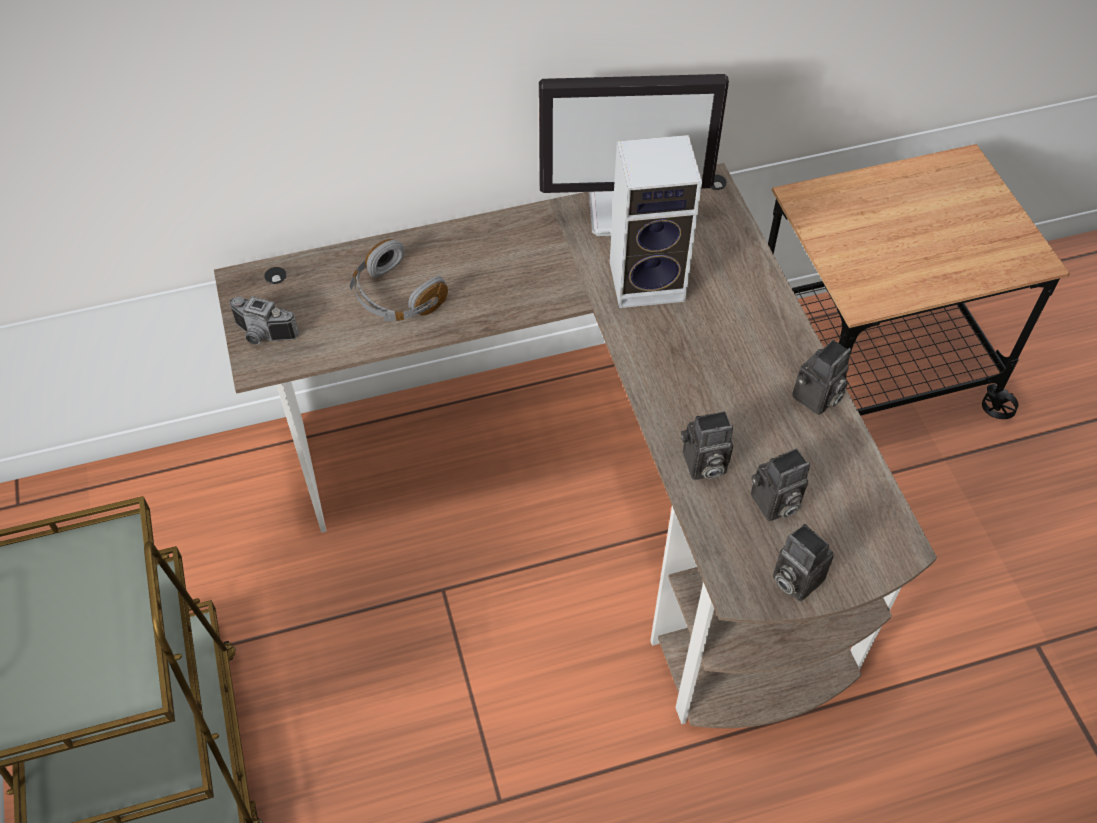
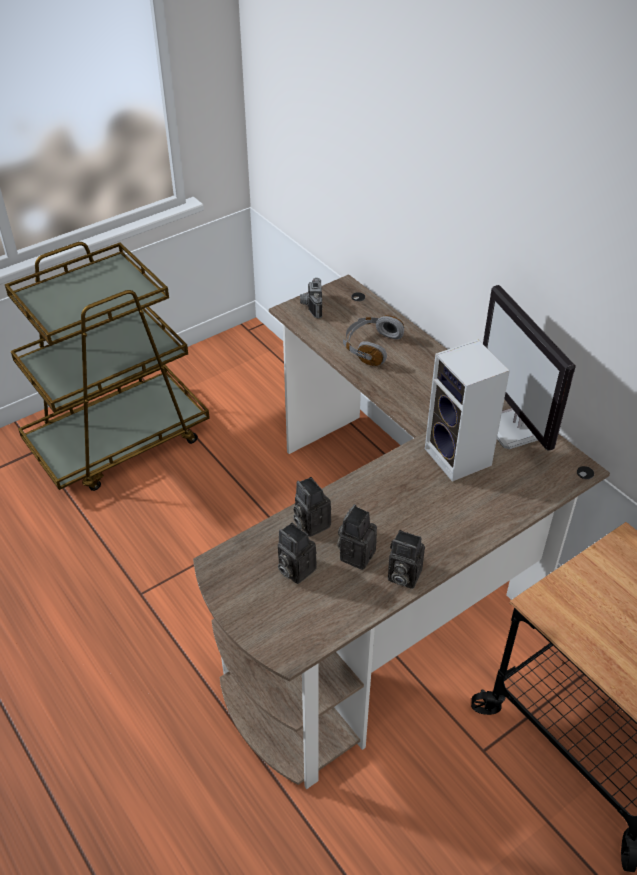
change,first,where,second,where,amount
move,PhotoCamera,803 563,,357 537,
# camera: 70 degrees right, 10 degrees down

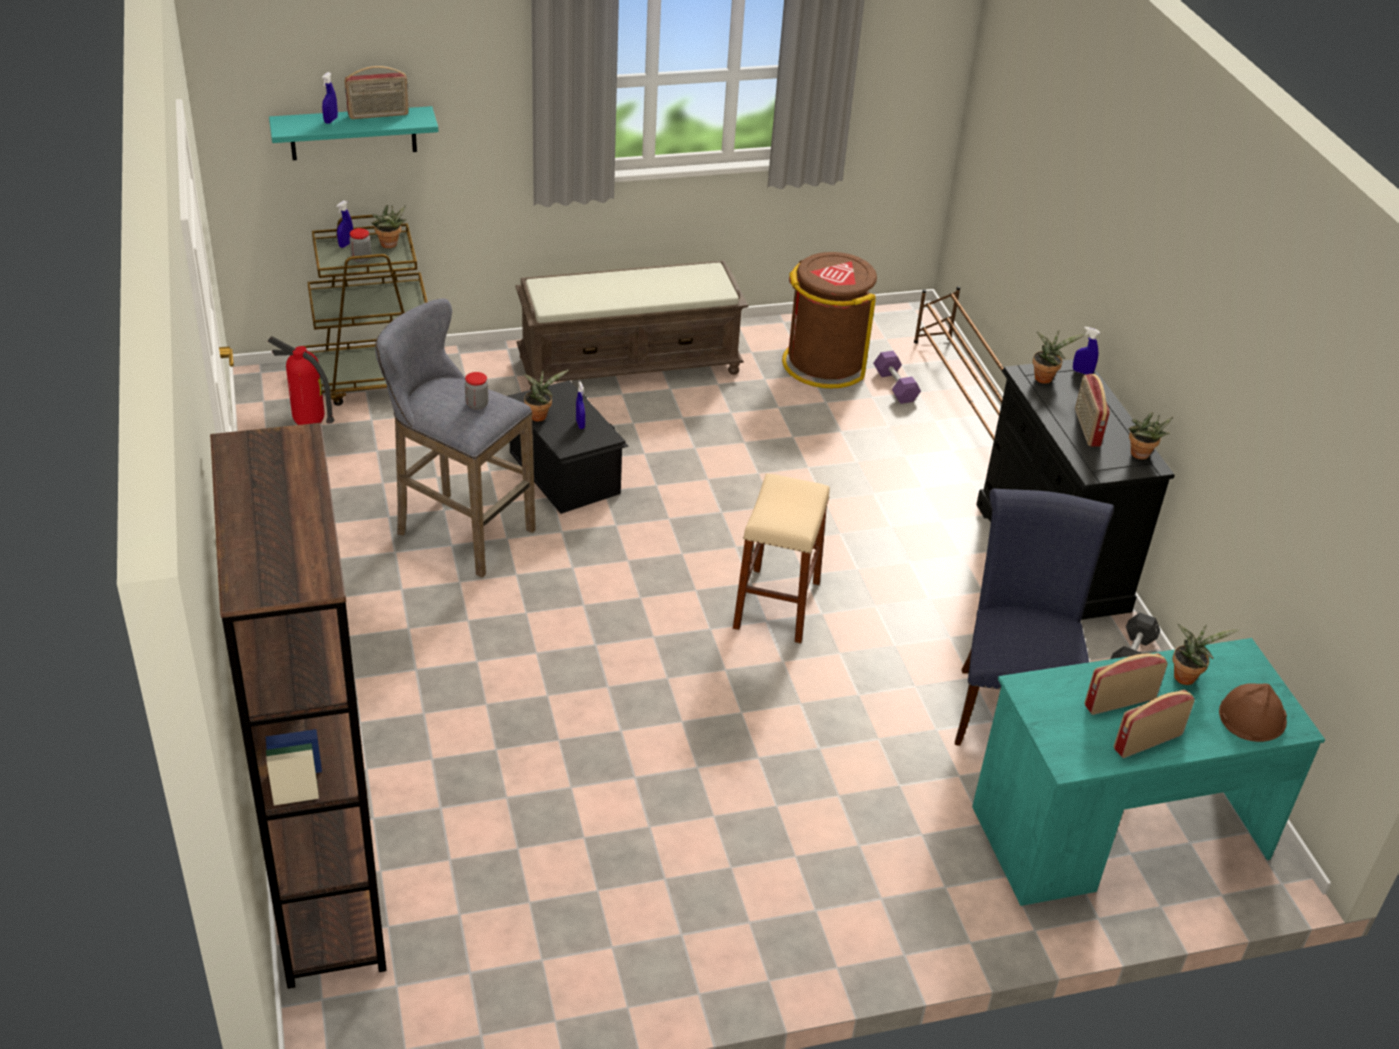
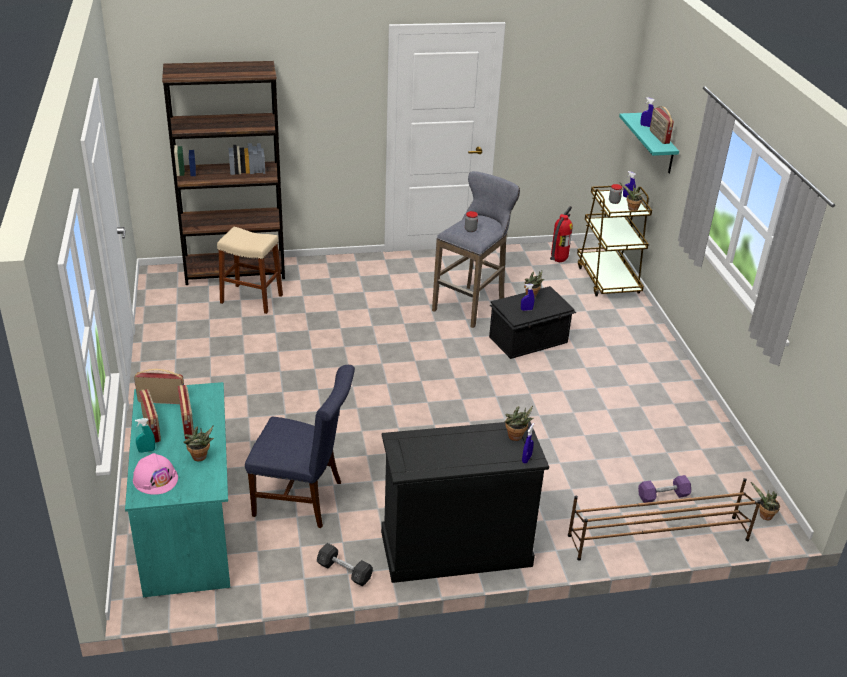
change,first,where,second,where,amount
delete,BrownBench,632 325,,,
move,BeigeStool,781 558,,250 270,
delete,BrownTrashCan,829 320,,,
move,Radio,1092 410,,159 386,
move,PottedPlant,1150 436,,765 501,
recolor,BrownHardHat,1253 712,PinkHardHat,155 474,
insert,,,TurquoiseSprayBottle,145 435,
# camera: 95 degrees right, 5 degrees down

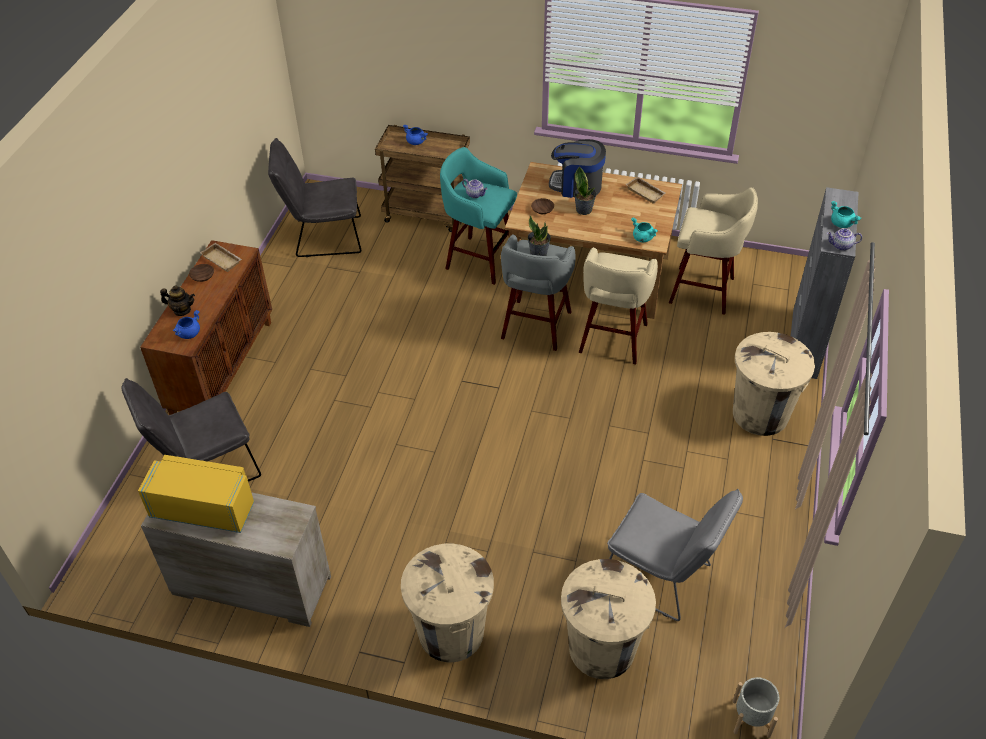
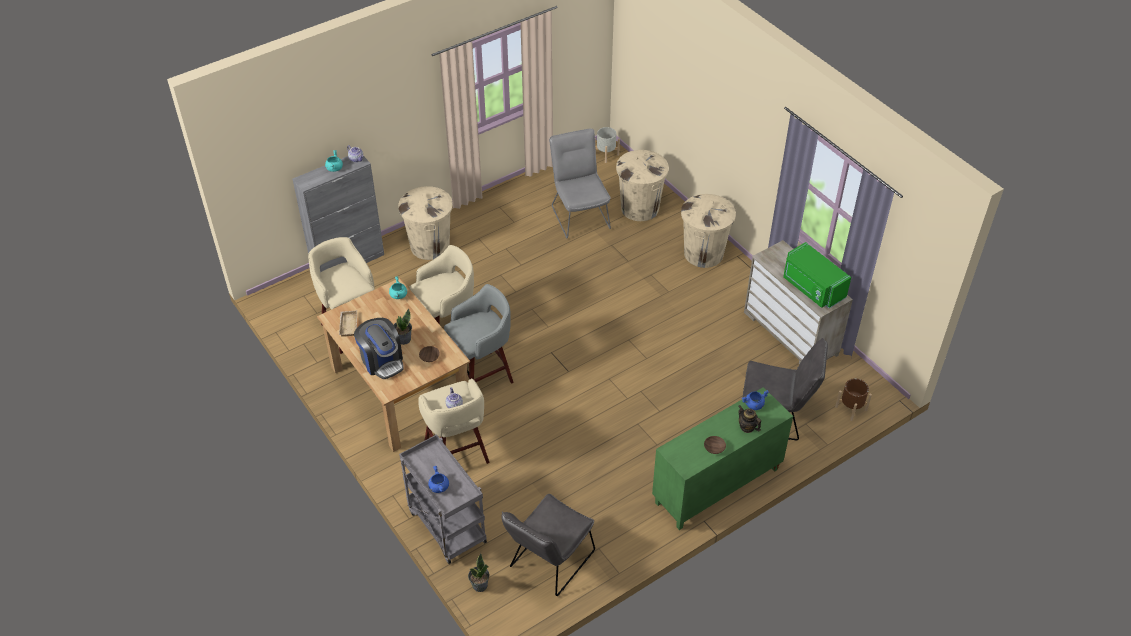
change,first,where,second,where,amount
recolor,YellowMicrowave,196 494,GreenMicrowave,817 275,
recolor,BrownCabinet,206 327,GreenCabinet,722 458,
delete,BeigeTray,221 257,,,
rotate,GreyChair,314 197,,548 545,90 degrees clockwise
recolor,BrownCart,422 178,GreyCart,443 499,
recolor,TurquoiseStool,478 216,BeigeStool,454 421,
move,PottedPlant,539 236,,478 572,
insert,,,BrownPlanter,853 399,
# camera: 140 degrees left, 0 degrees up

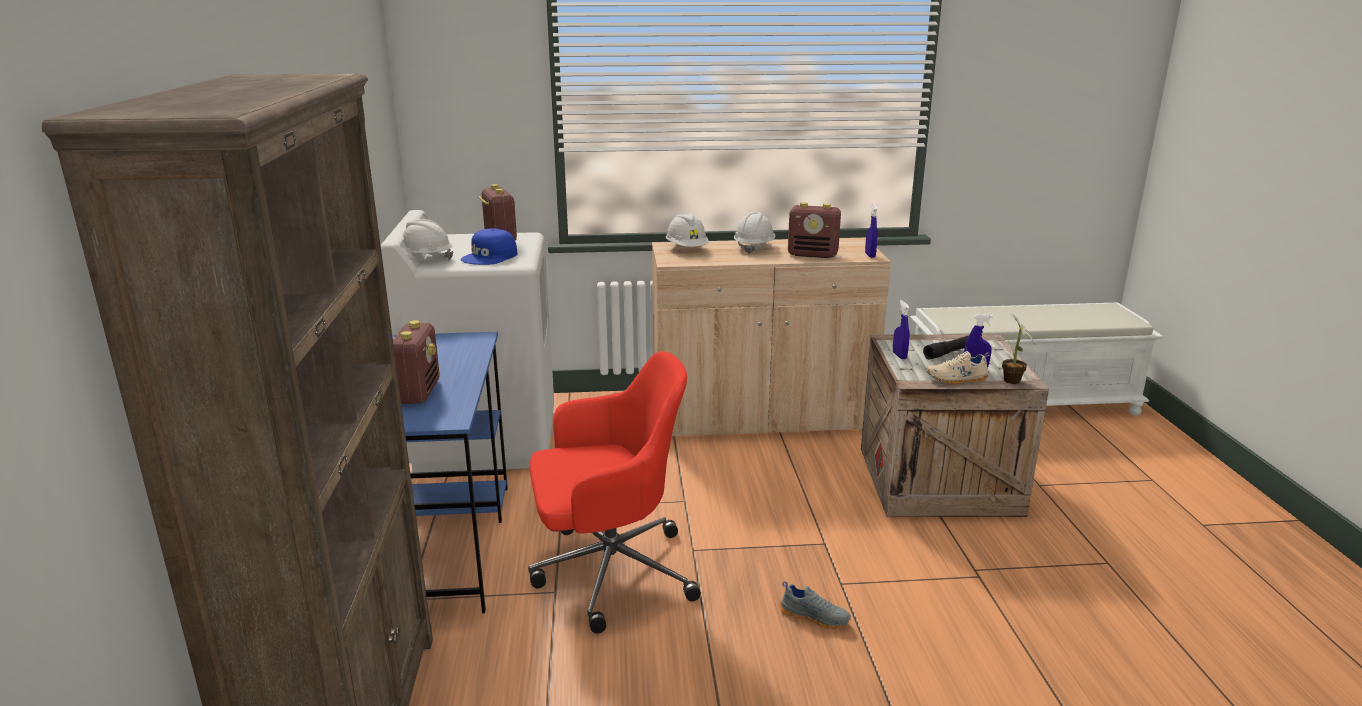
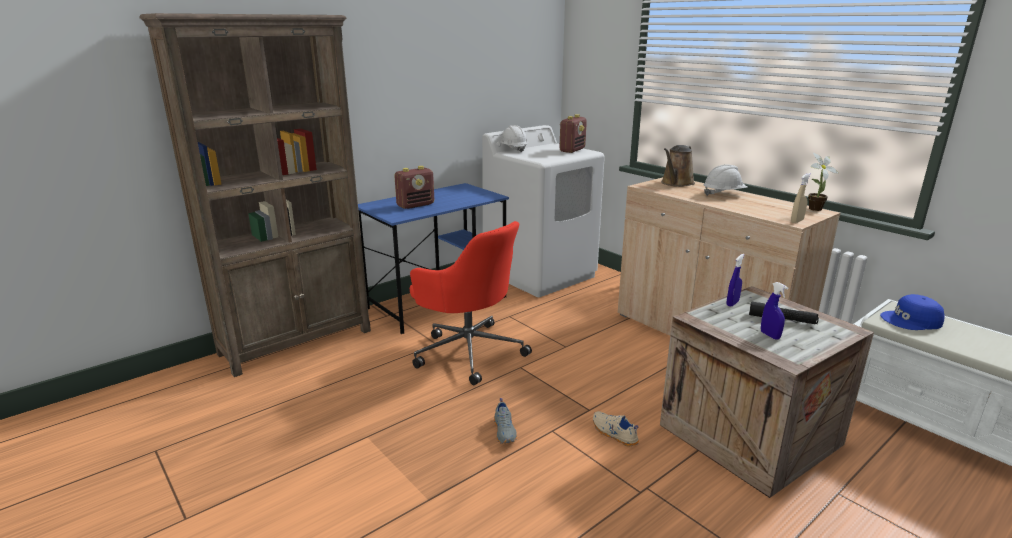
change,first,where,second,where,amount
move,BlueCap,489 246,,912 312,
replace,WhiteHardHat,687 230,BrownWateringCan,678 166,
delete,Radio,814 230,,,
recolor,BlueSprayBottle,871 231,BeigeSprayBottle,801 198,
move,BeigeShoe,958 368,,616 428,
move,PottedPlant,1018 347,,823 182,
# camera: 55 degrees right, 0 degrees up

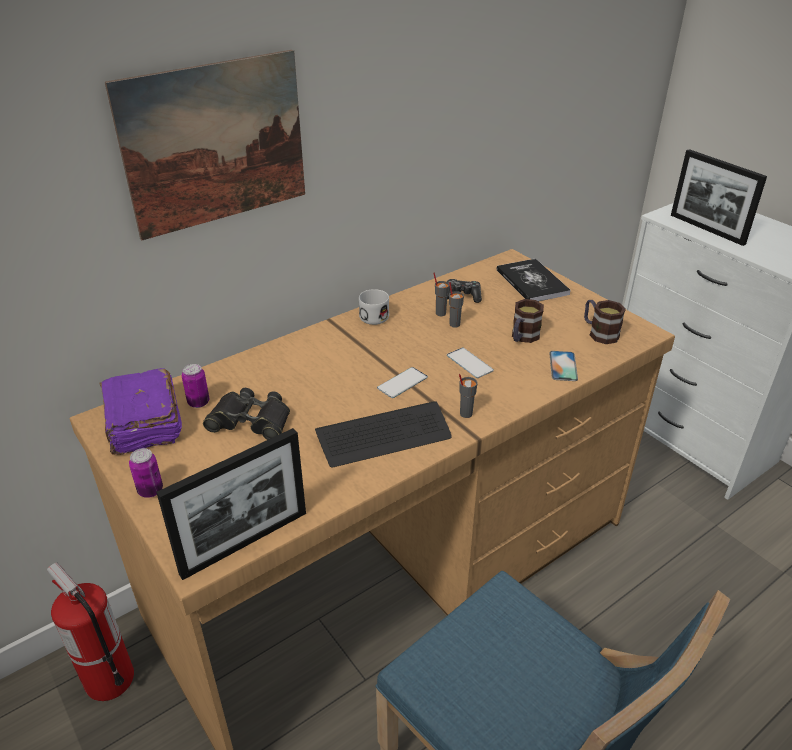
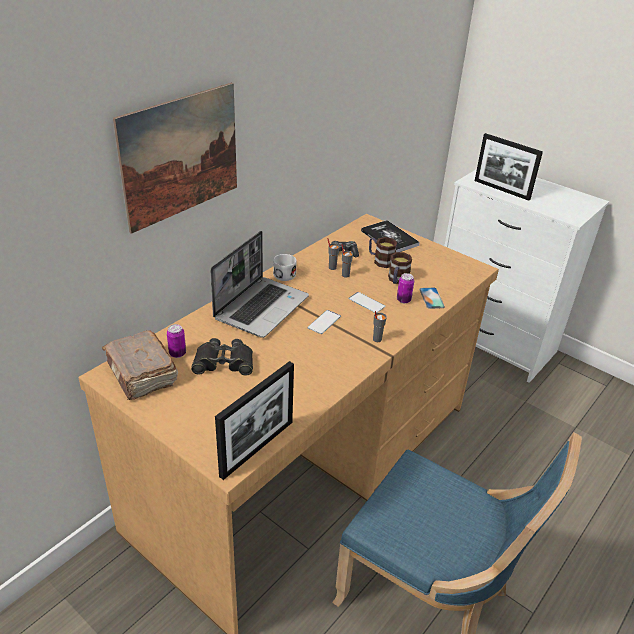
change,first,where,second,where,amount
delete,FireExtinguisher,90 631,,,
recolor,PurpleBook,140 411,BrownBook,140 365,
move,Can,146 473,,405 288,
delete,Keyboard,383 434,,,
move,Mug,605 322,,383 252,
insert,,,Laptop,259 284,
# camera: 15 degrees left, 0 degrees up

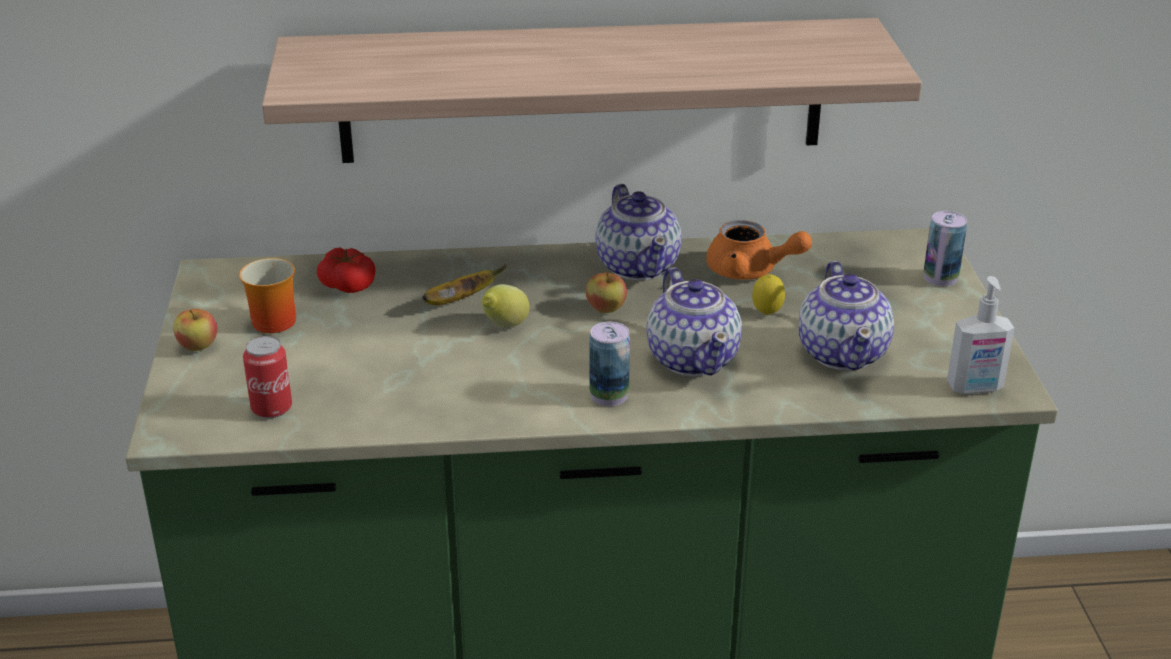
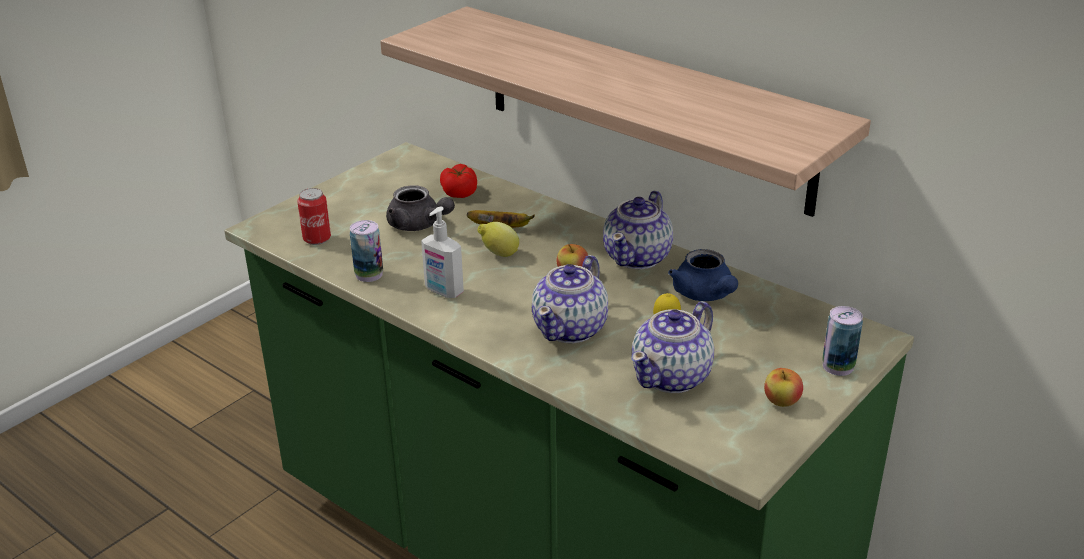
change,first,where,second,where,amount
move,Apple,195 330,,783 387,
delete,Mug,267 295,,,
move,Can,609 364,,366 251,
recolor,OrangeTeapot,759 250,BlueTeapot,703 275,
move,SoapDispenser,980 335,,442 252,
insert,,,GreyTeapot,420 208,
# camera: 45 degrees right, 0 degrees up

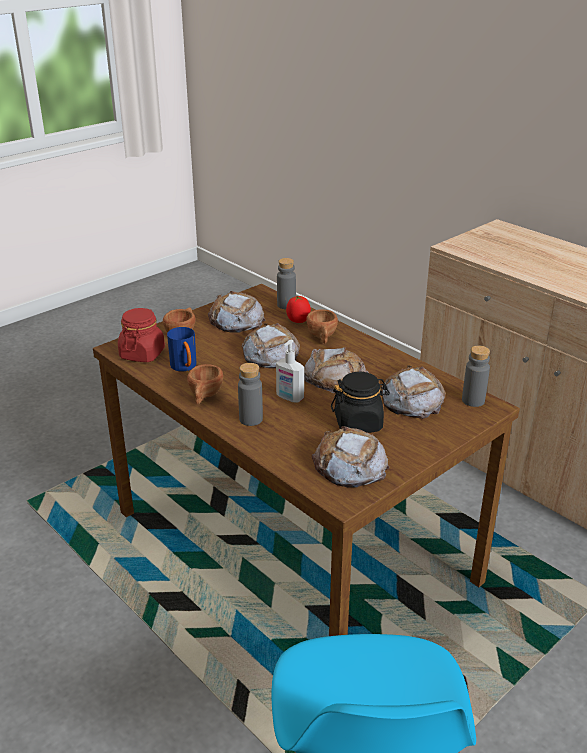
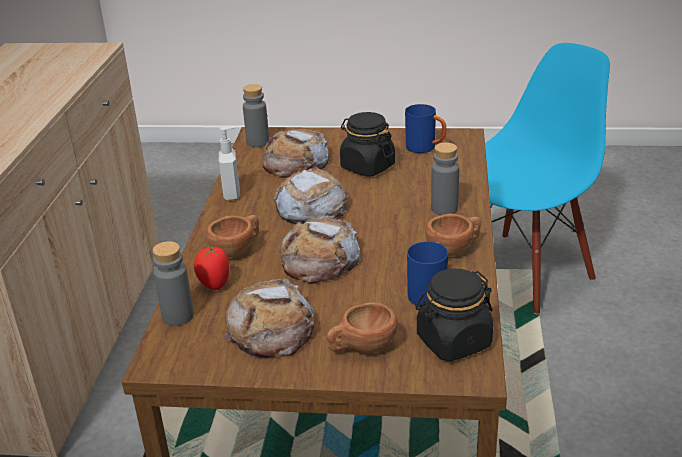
change,first,where,second,where,amount
recolor,RedJar,141 335,BlackJar,454 315,
move,SoapDispenser,290 371,,229 163,
replace,Bread,351 457,BlueMug,425 128,
# camera: 130 degrees left, 0 degrees up

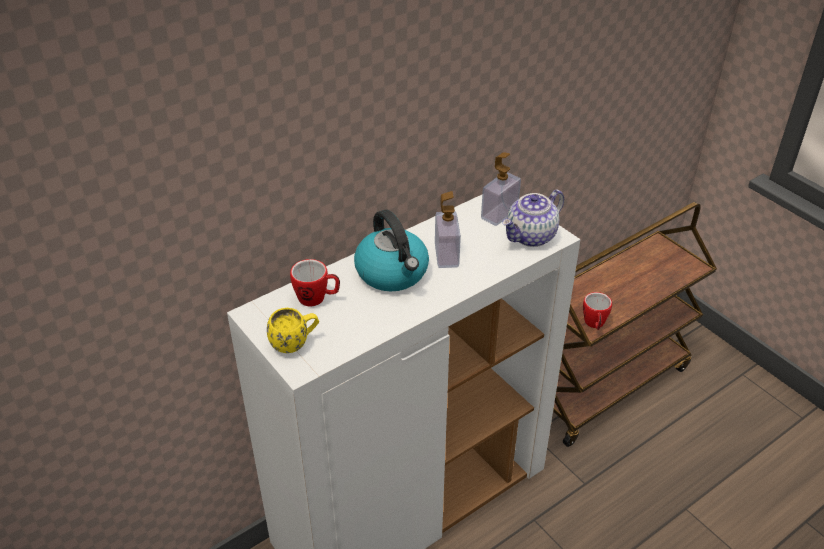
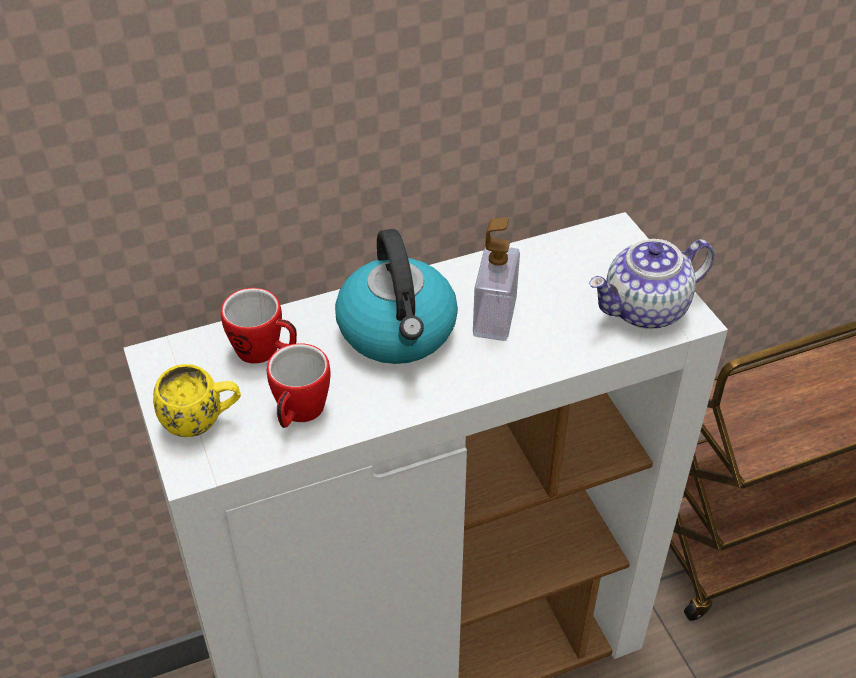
change,first,where,second,where,amount
delete,SoapDispenser,501 189,,,
move,Mug,597 311,,299 385,
# camera: 15 degrees right, 5 degrees up

